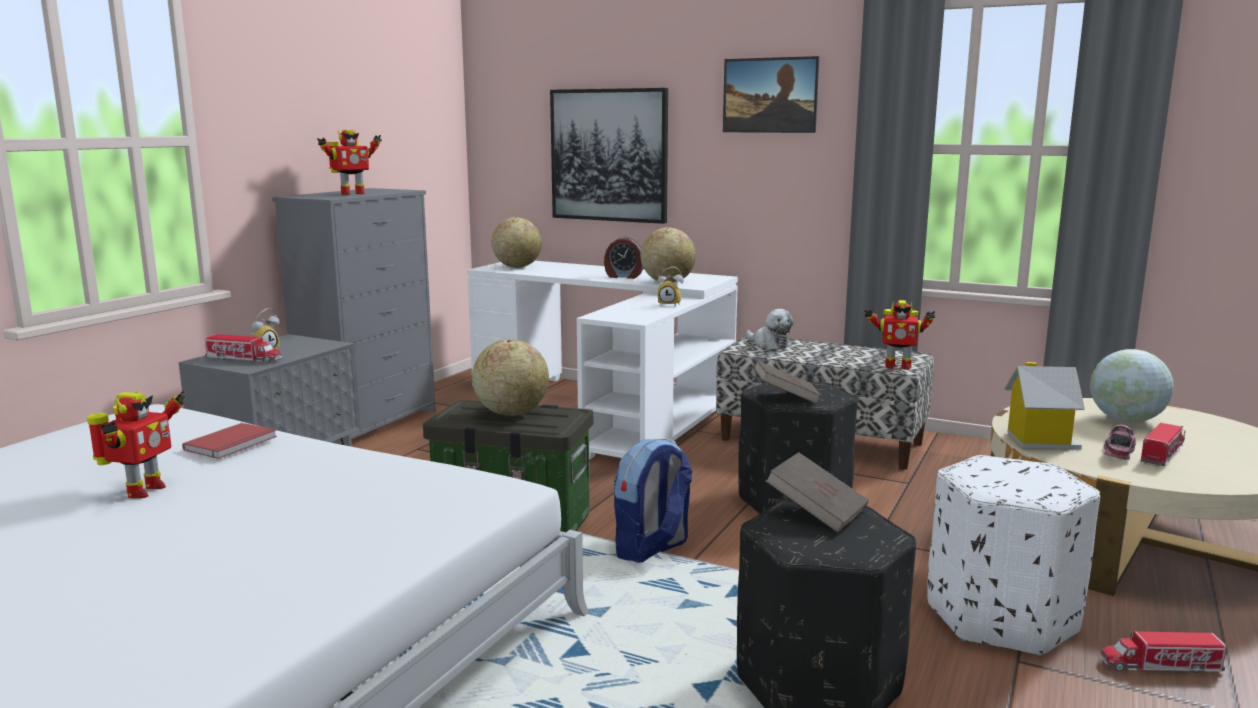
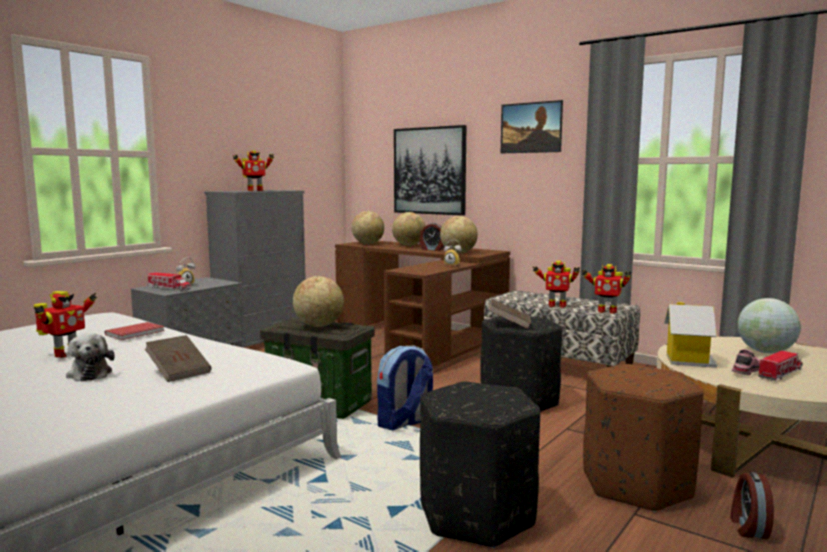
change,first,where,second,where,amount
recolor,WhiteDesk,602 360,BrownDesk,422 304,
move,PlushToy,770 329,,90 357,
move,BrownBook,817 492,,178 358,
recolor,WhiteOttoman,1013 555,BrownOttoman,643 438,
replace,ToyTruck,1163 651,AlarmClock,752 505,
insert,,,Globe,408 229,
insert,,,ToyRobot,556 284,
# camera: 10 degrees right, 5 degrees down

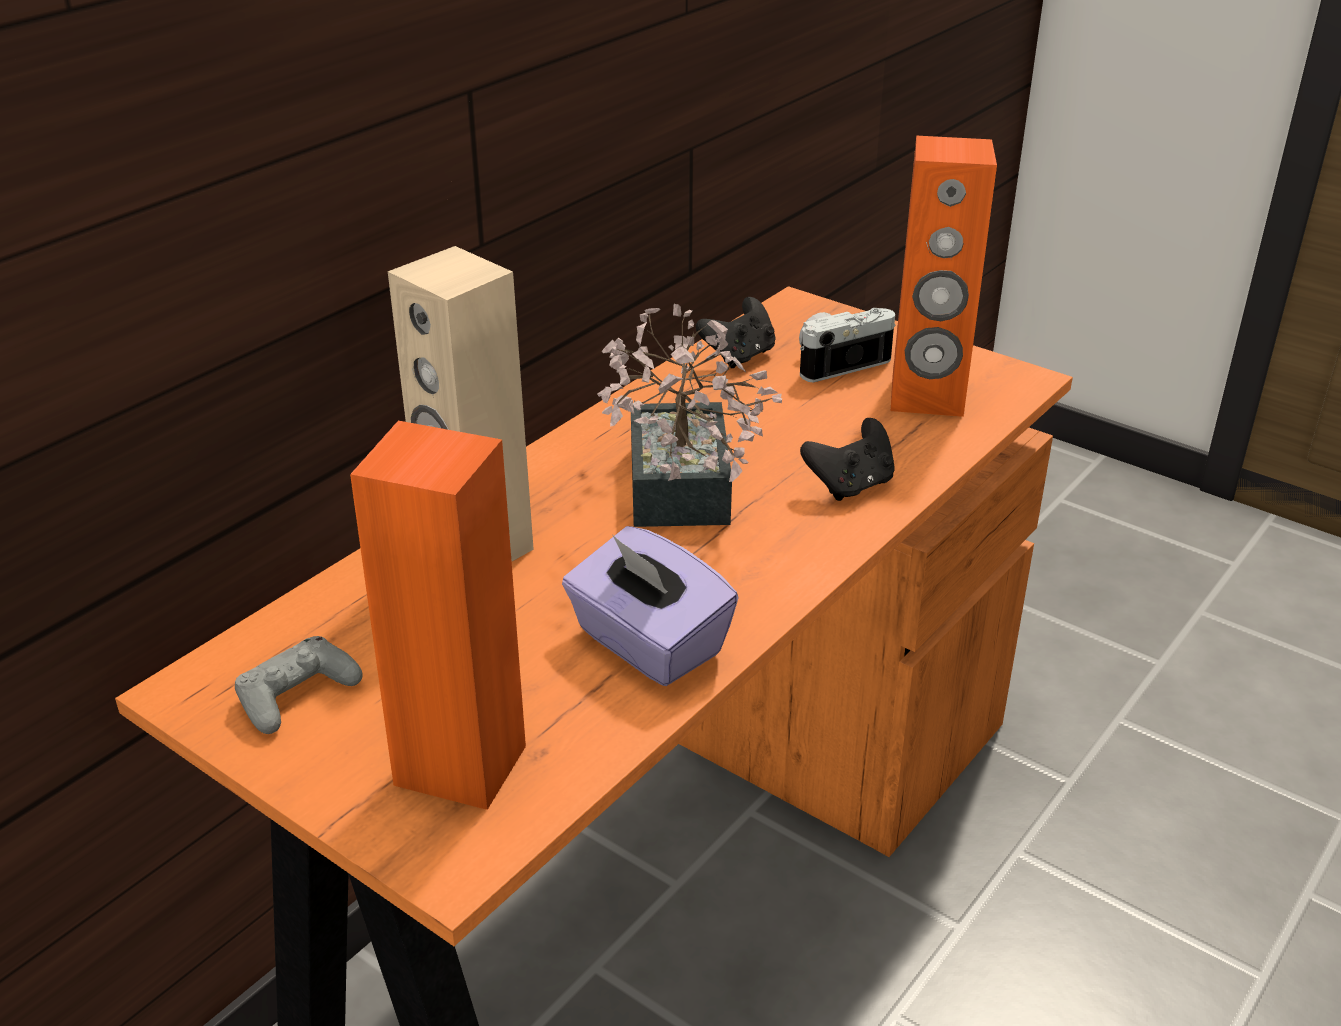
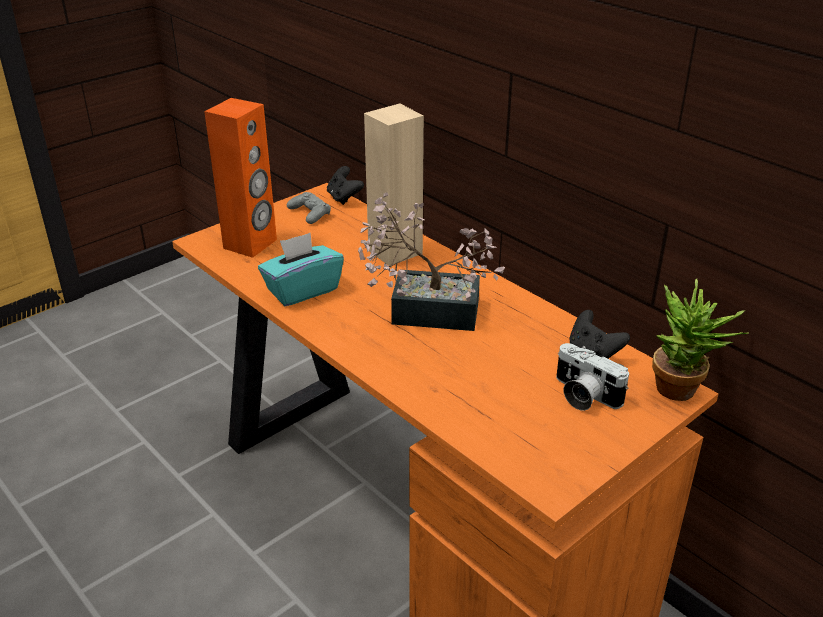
change,first,where,second,where,amount
recolor,PurpleTissueBox,650 606,TurquoiseTissueBox,301 269,
rotate,PhotoCamera,847 345,,592 377,150 degrees clockwise
move,BlackGameController,847 459,,345 185,
delete,OrangeSpeaker,944 276,,,
insert,,,PottedPlant,700 340,
# camera: 100 degrees right, 0 degrees up

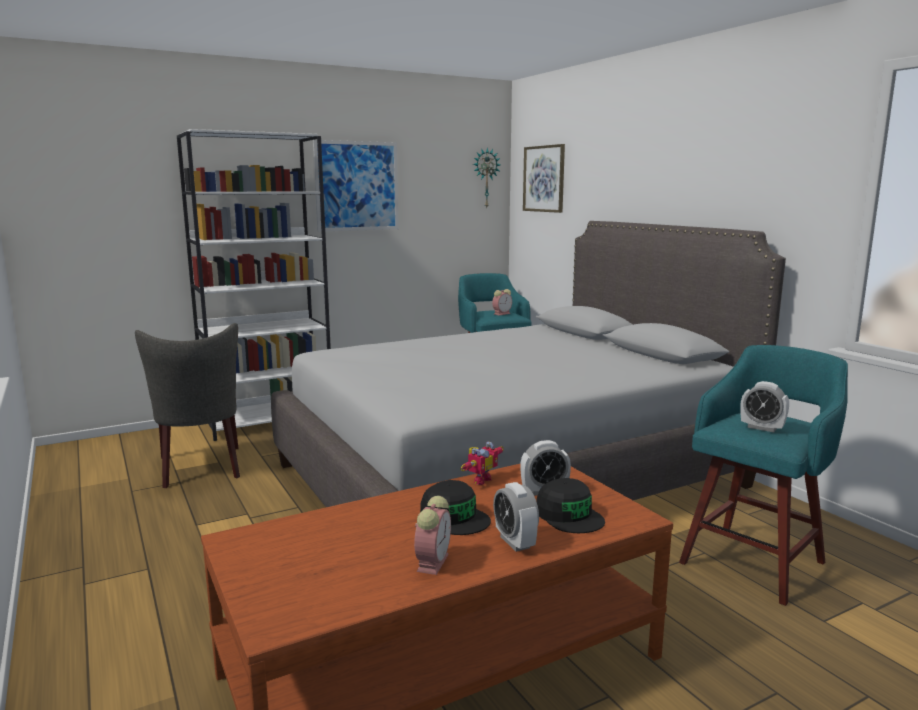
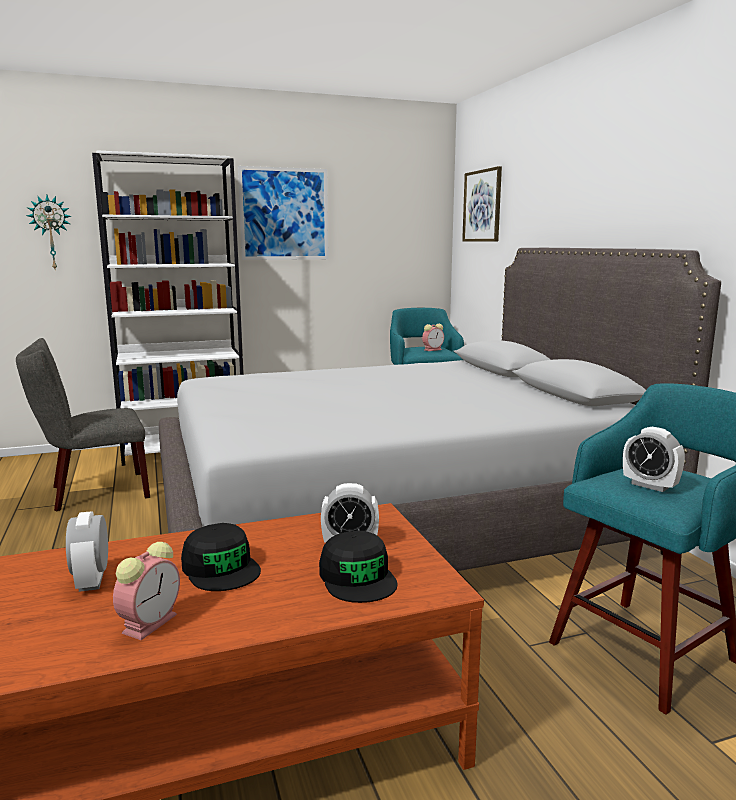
change,first,where,second,where,amount
rotate,GreyChair,187 405,,83 424,75 degrees clockwise
delete,ToyRobot,482 463,,,
move,WallClock,486 178,,48 232,
move,AlarmClock,516 517,,87 551,
# camera: 10 degrees right, 0 degrees up

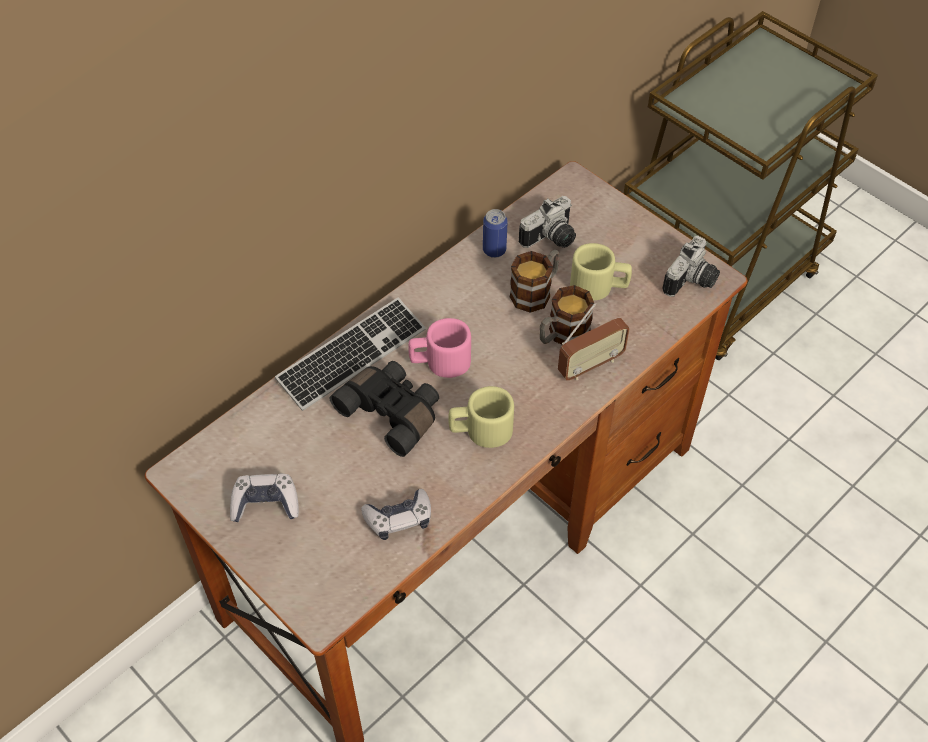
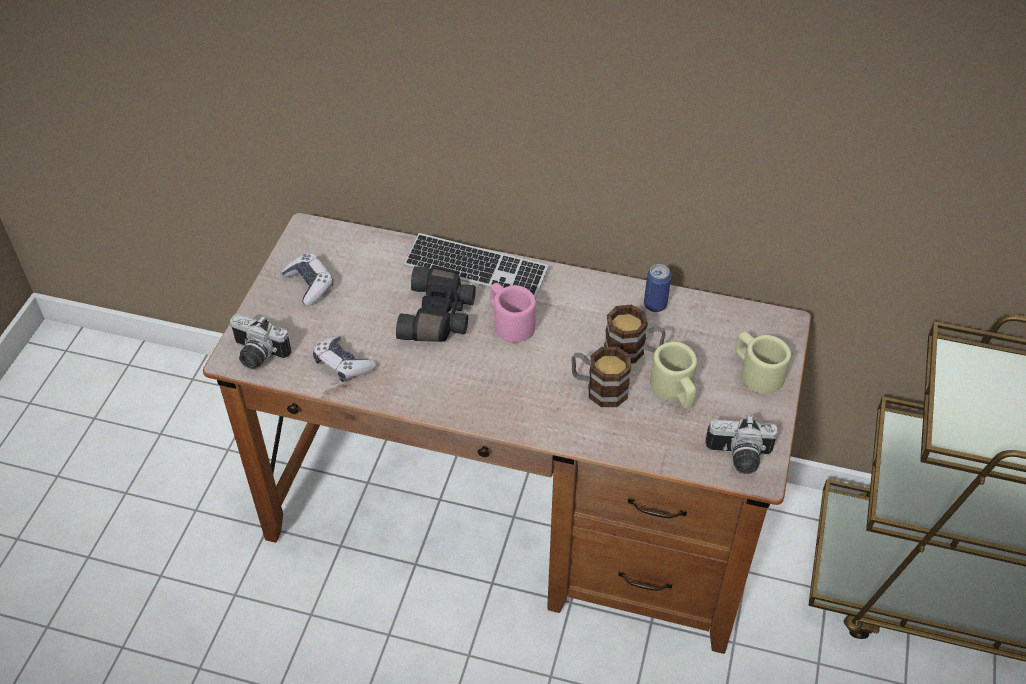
change,first,where,second,where,amount
move,BeigeMug,481 417,,763 363,
move,PhotoCamera,547 222,,261 341,
delete,Radio,594 341,,,
# camera: 60 degrees right, 5 degrees down

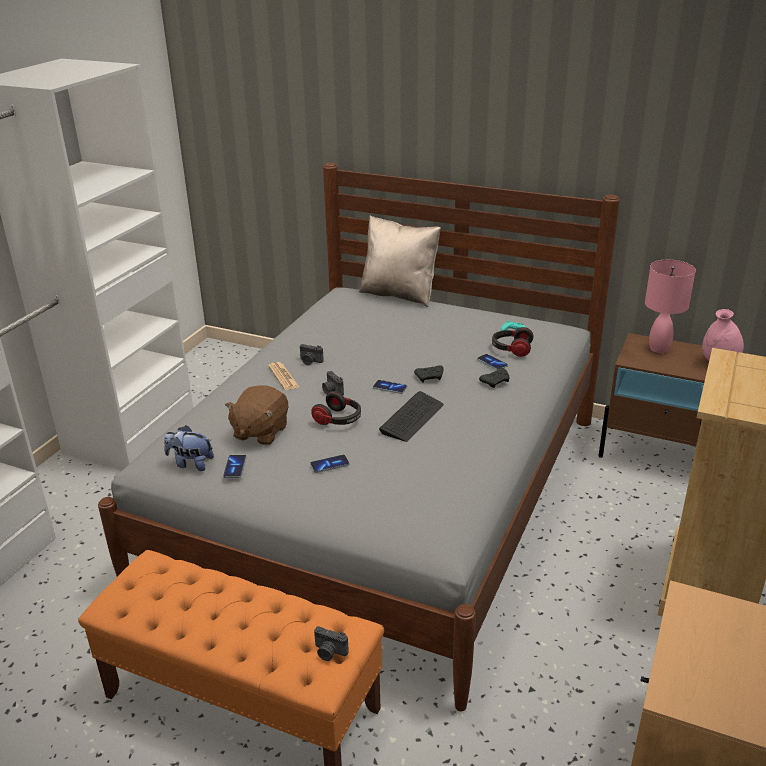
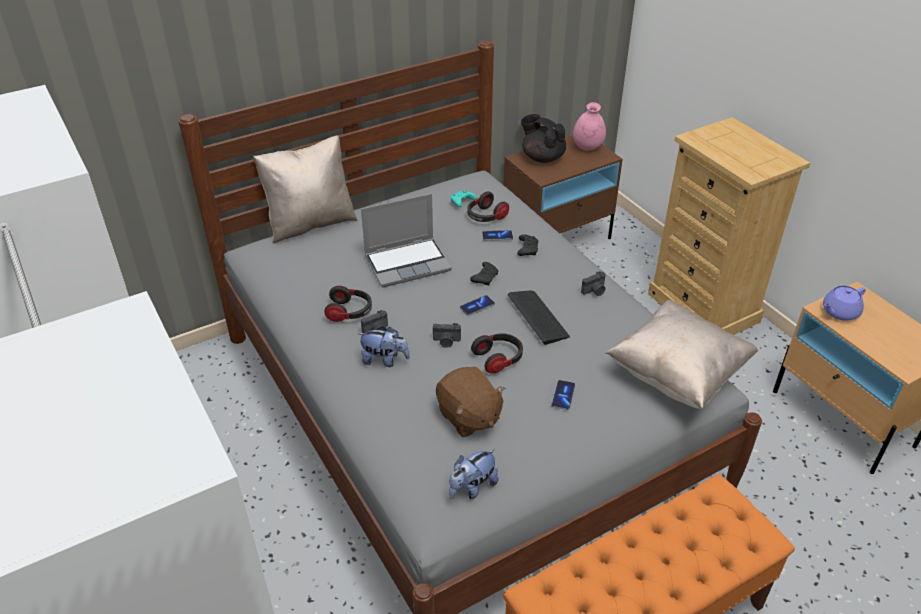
change,first,where,second,where,amount
delete,Phone,235 466,,,
replace,Newspaper,283 376,PlushToy,383 347,
move,PhotoCamera,331 643,,593 283,
replace,PinkTableLamp,670 306,BlackTeapot,543 138,
insert,,,Headphones,348 304,
insert,,,Laptop,406 240,
insert,,,BeigePillow,681 354,
insert,,,PurpleTeapot,844 303,
# camera: 55 degrees left, 10 degrees up

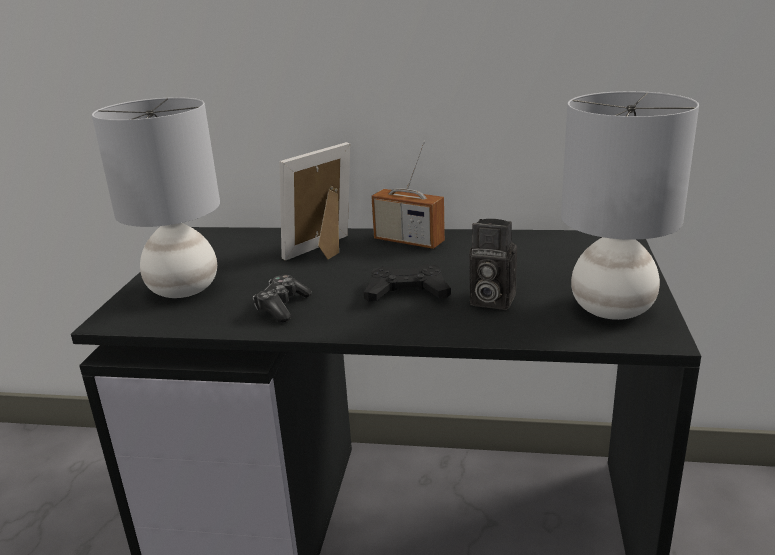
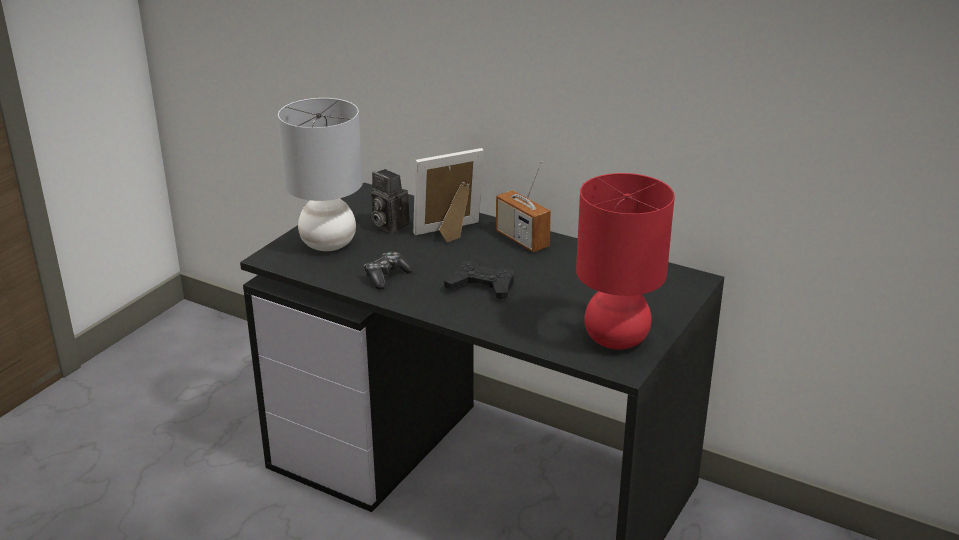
change,first,where,second,where,amount
move,PhotoCamera,493 264,,390 201,
recolor,GreyTableLamp,630 205,RedTableLamp,625 261,
# camera: 20 degrees right, 5 degrees up

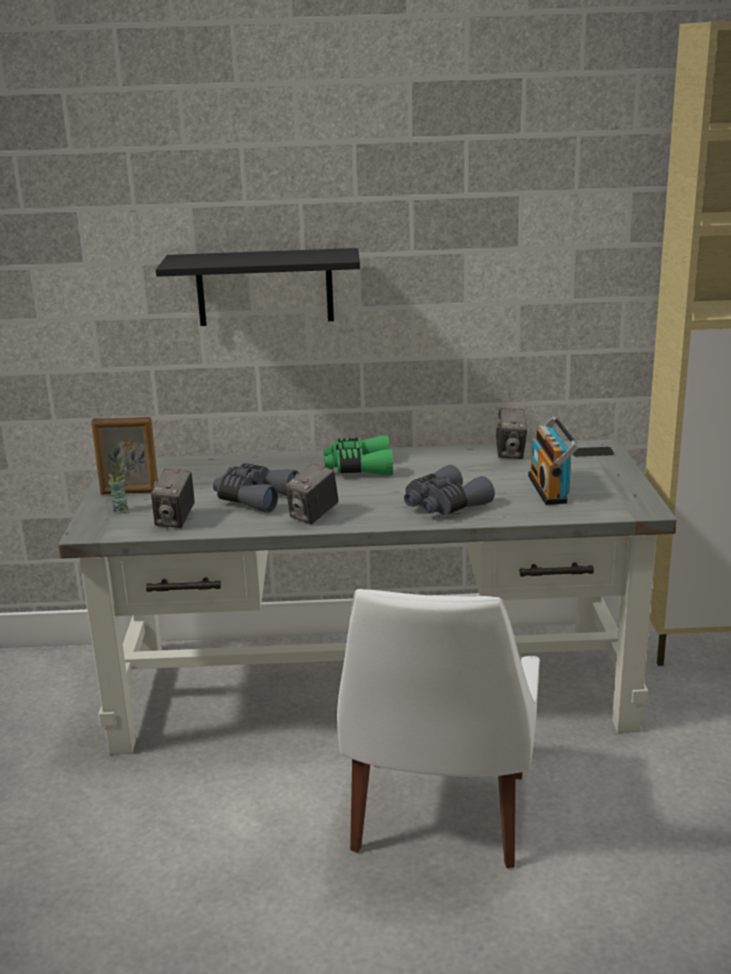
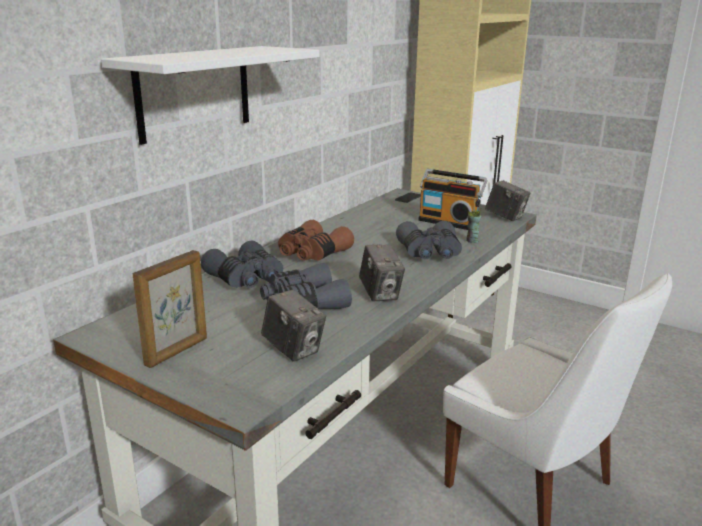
change,first,where,second,where,amount
move,Cup,118 493,,474 225,
recolor,BlackShelf,258 287,WhiteShelf,210 95,
recolor,GreenBinoculars,358 455,BrownBinoculars,316 240,
move,PhotoCamera,511 433,,507 200,
insert,,,GreyBinoculars,242 264,
# camera: 55 degrees left, 0 degrees up

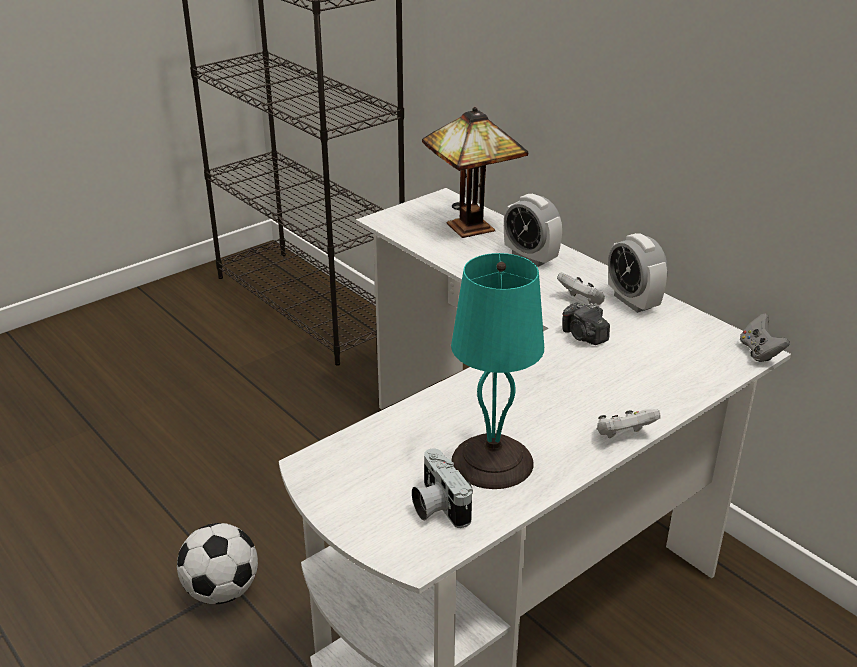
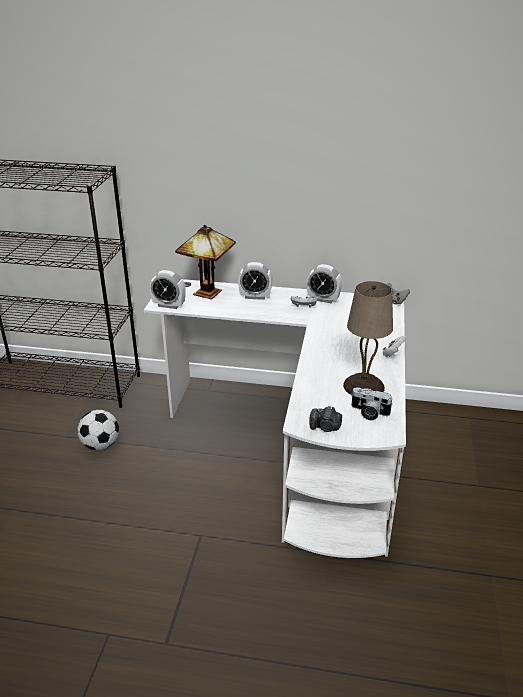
change,first,where,second,where,amount
move,Football,217 563,,98 430,
recolor,TurquoiseTableLamp,497 371,BeigeTableLamp,368 338,
move,PhotoCamera,586 323,,325 419,
insert,,,AlarmClock,168 289,
# camera: 40 degrees left, 0 degrees up

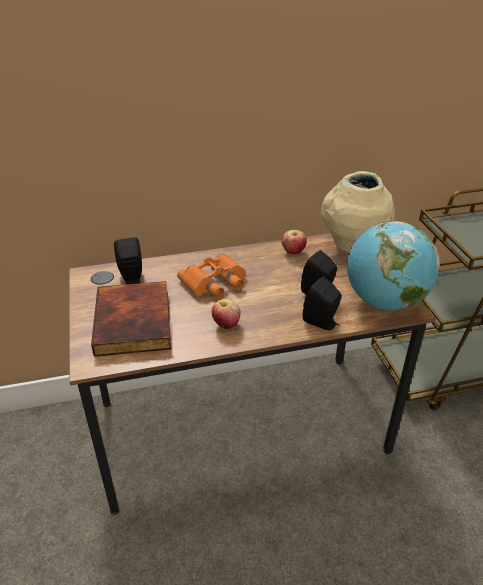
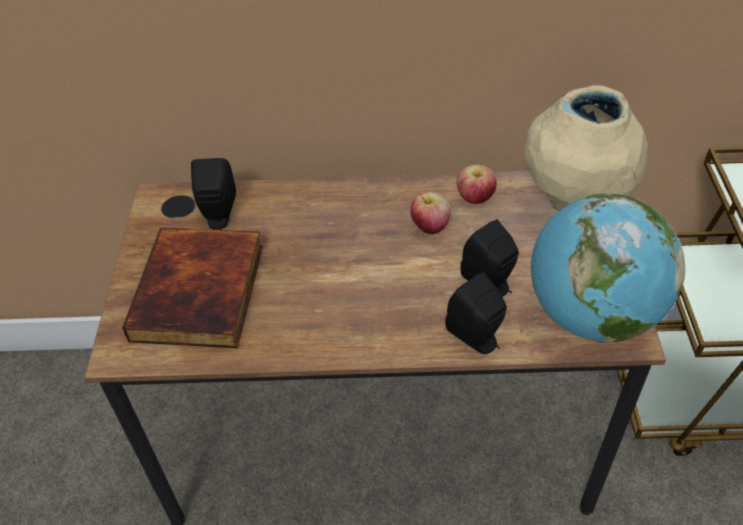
change,first,where,second,where,amount
delete,OrangeBinoculars,211 276,,,
move,Apple,226 314,,430 213,
# camera: 15 degrees right, 10 degrees up

